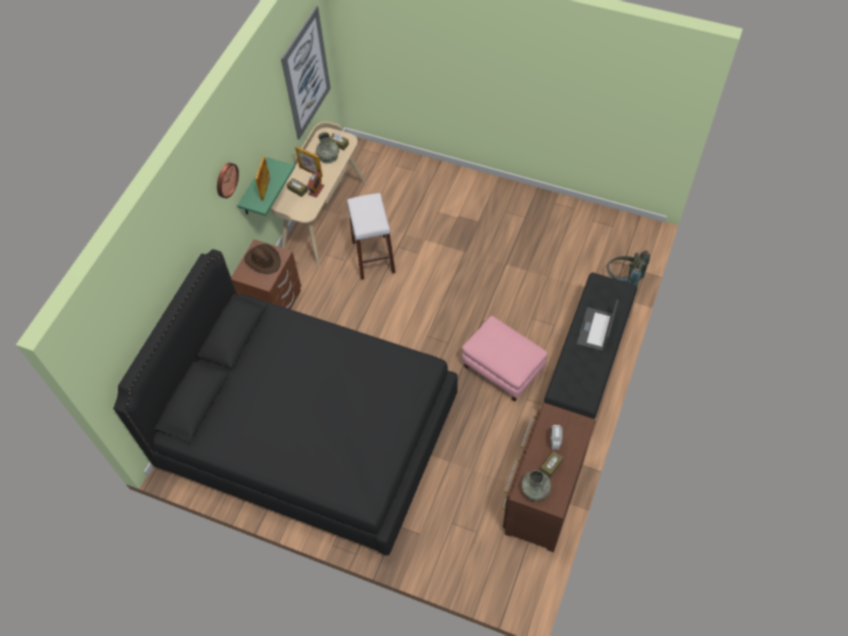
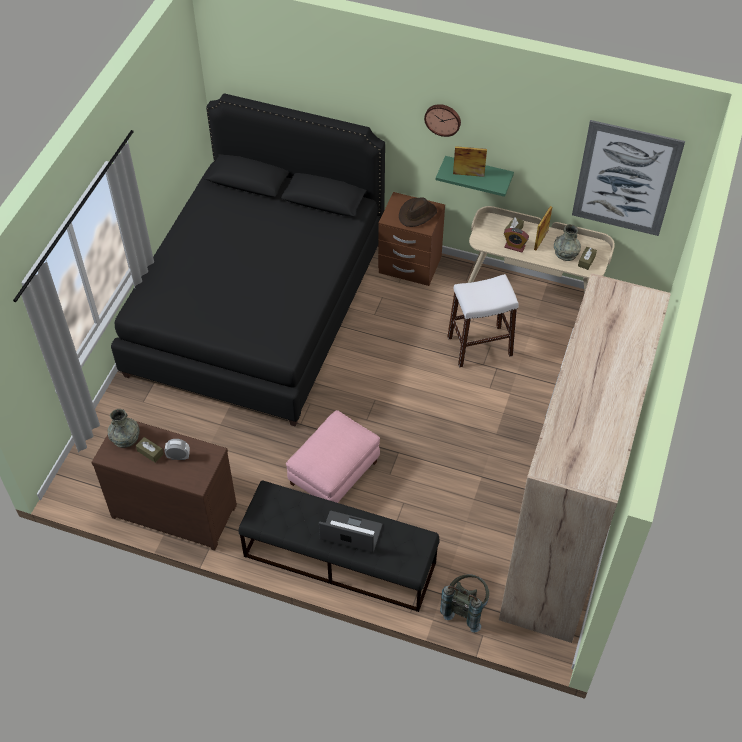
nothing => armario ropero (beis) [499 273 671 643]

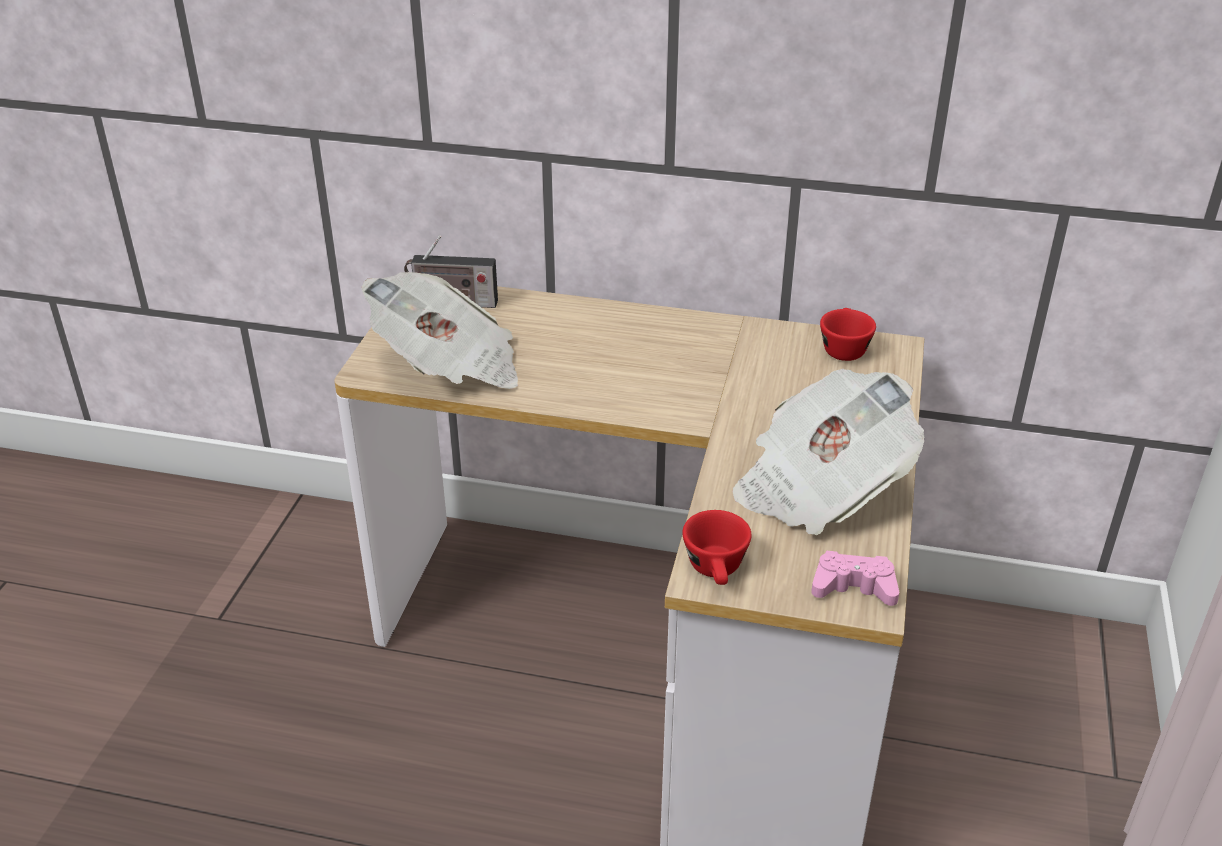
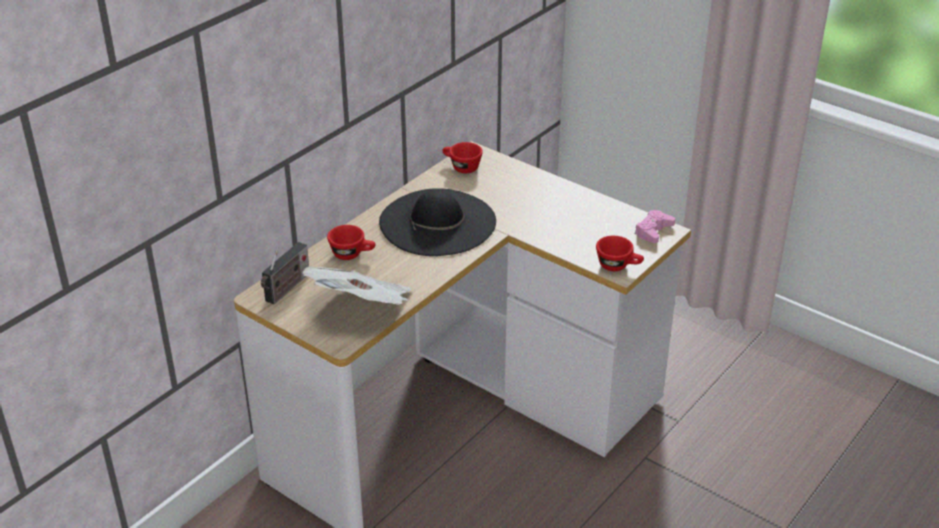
nothing => taza (rojo) [327 225 376 260]
nothing => sombrero (negro) [379 188 496 256]
periódico [732 369 924 535] => nothing

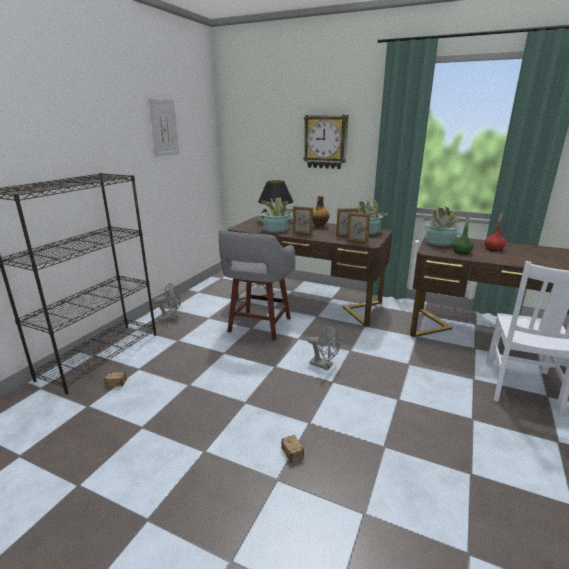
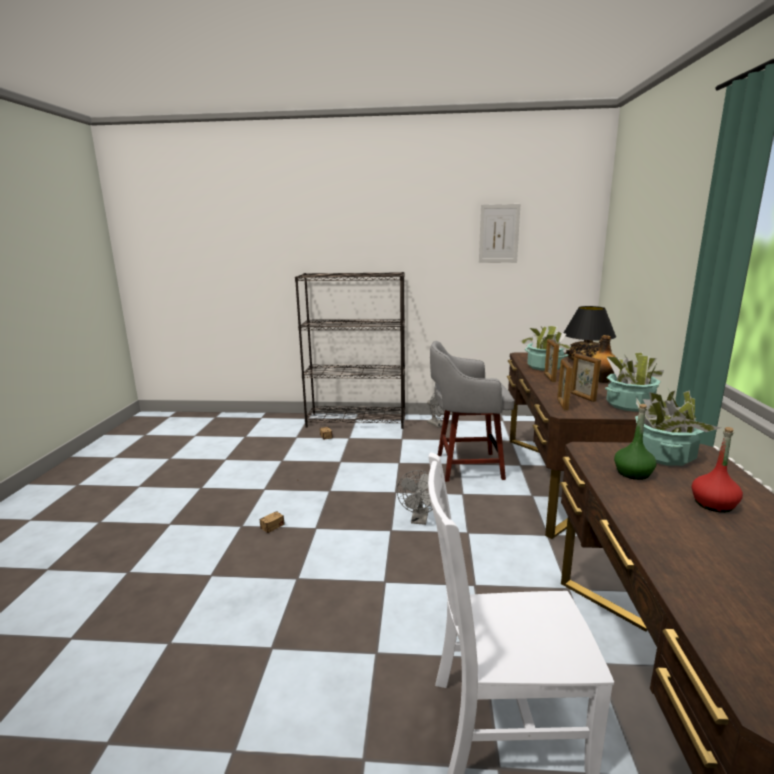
reloj de pared [303 115 349 169] => nothing

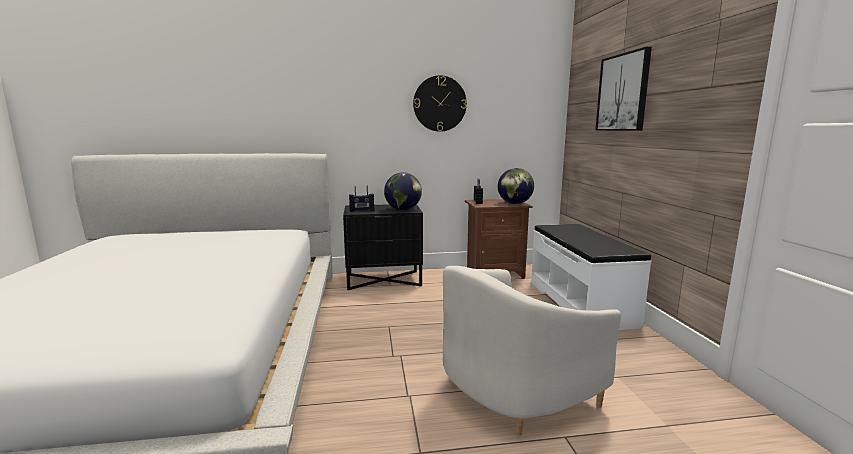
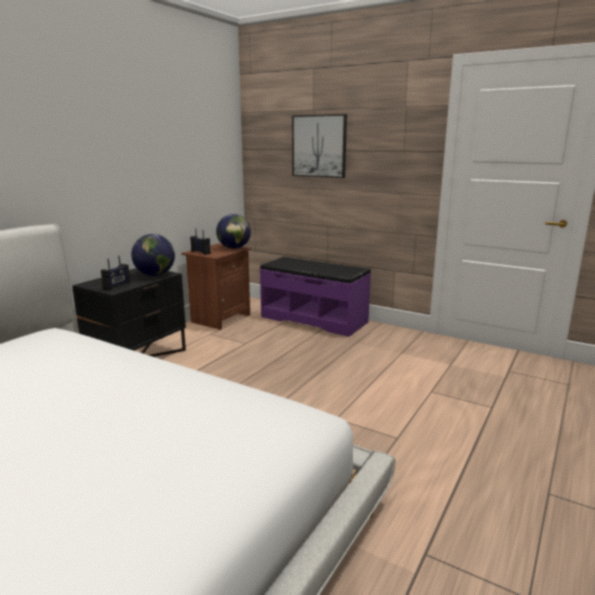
banco (blanco) [531 224 651 330] => banco (morado) [259 257 371 337]
reloj de pared [413 75 467 132] => nothing
sillón (blanco) [443 266 621 436] => nothing

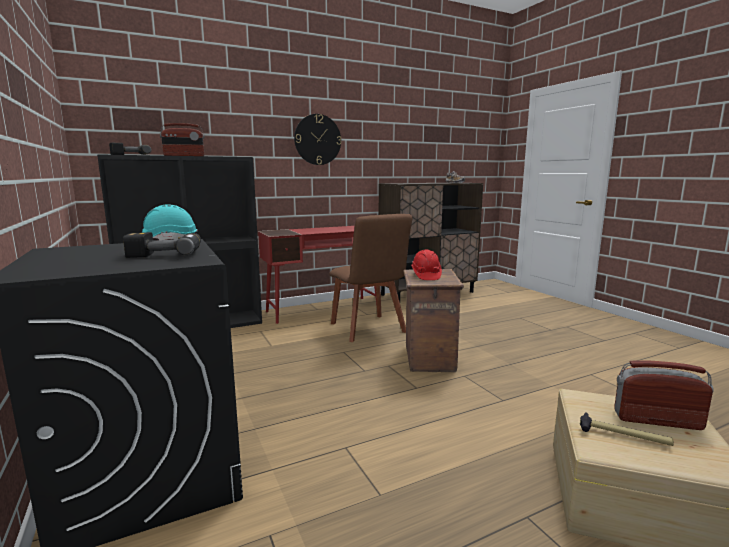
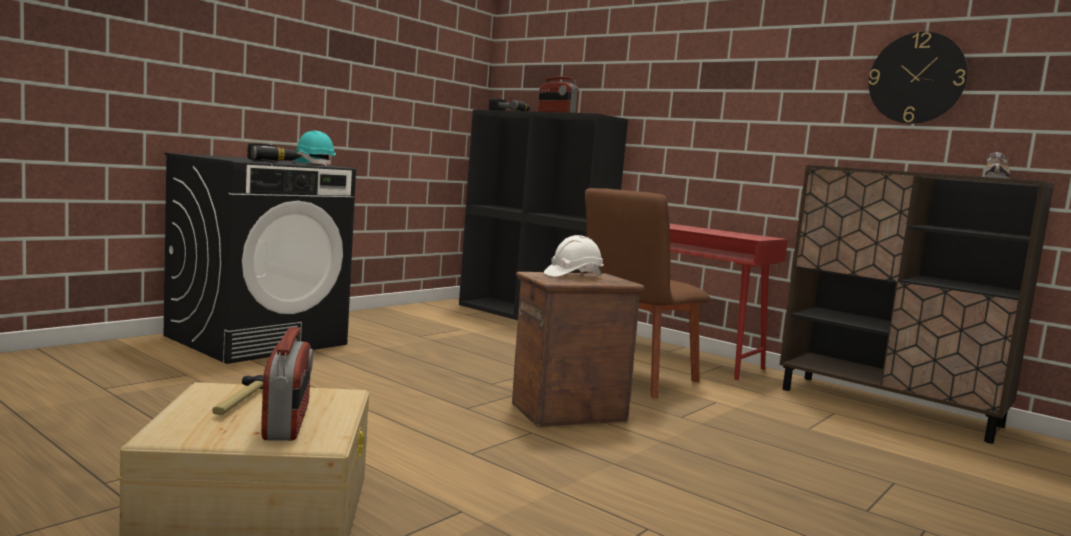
casco (rojo) [411 250 442 280] => casco (blanco) [544 235 604 277]
reloj de pared [294 114 341 165] => reloj de pared [869 32 968 124], relocated

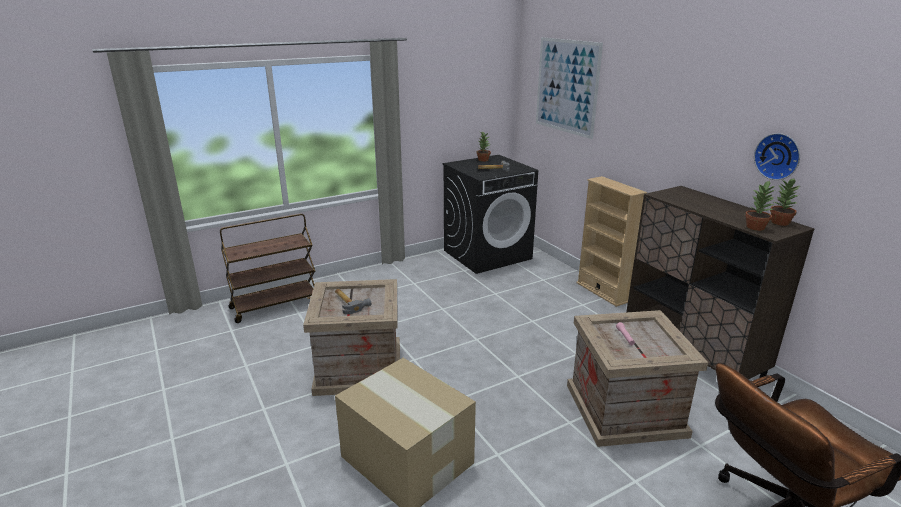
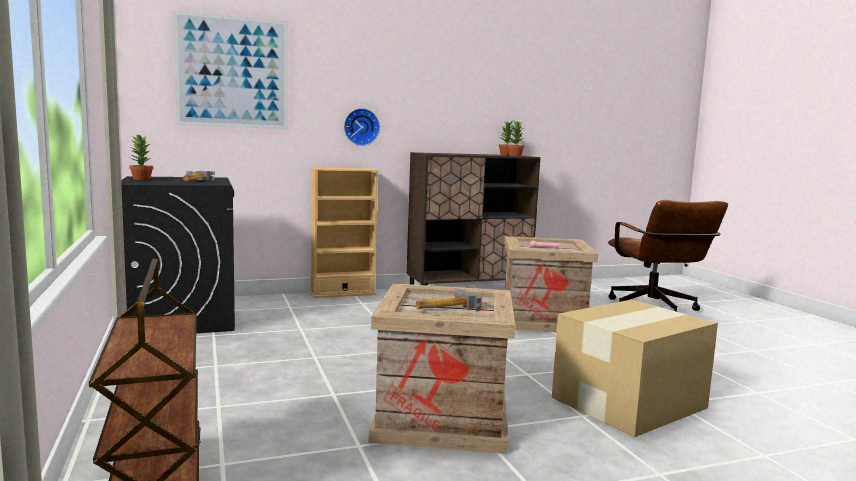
reloj de pared [754 133 800 180] => reloj de pared [344 108 380 146], relocated

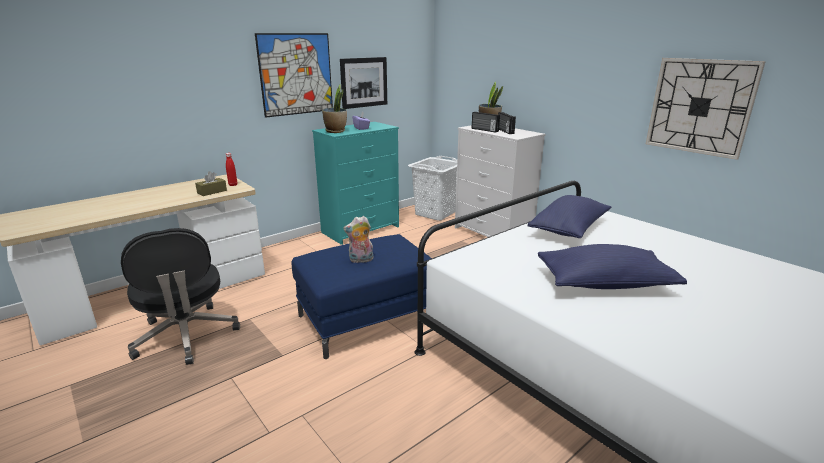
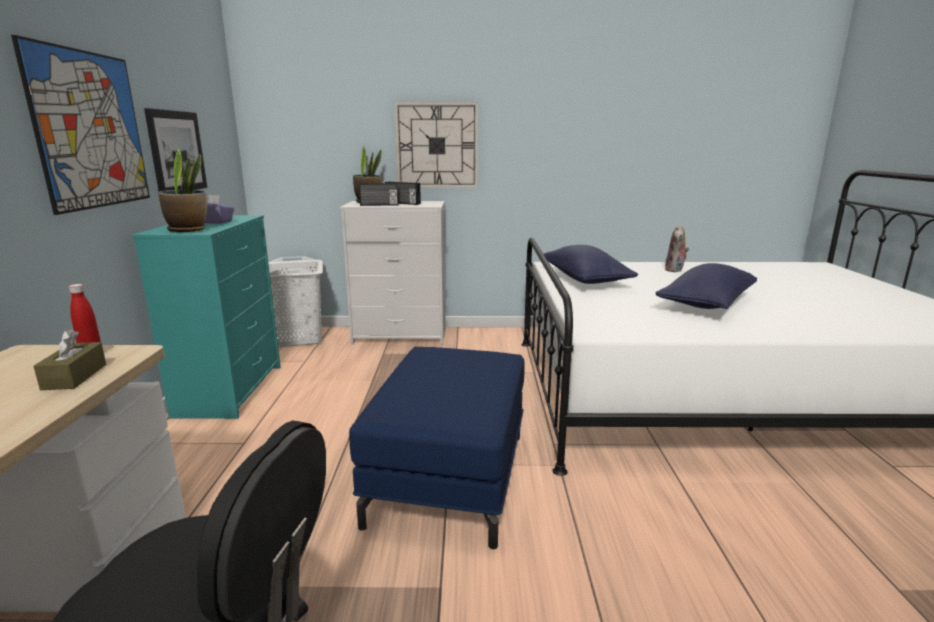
reloj de pared [646 58 766 160] => reloj de pared [394 102 478 188], relocated
peluche [343 216 374 263] => peluche [665 224 689 272], relocated

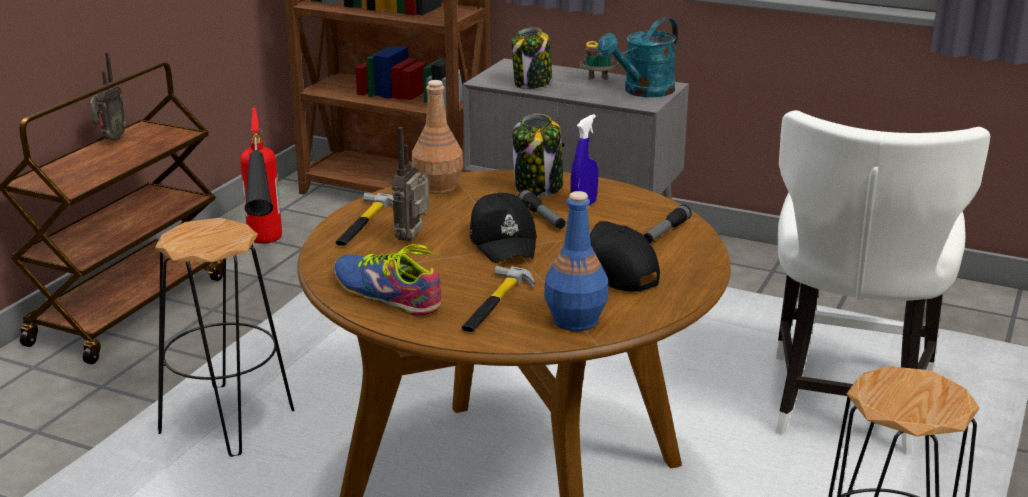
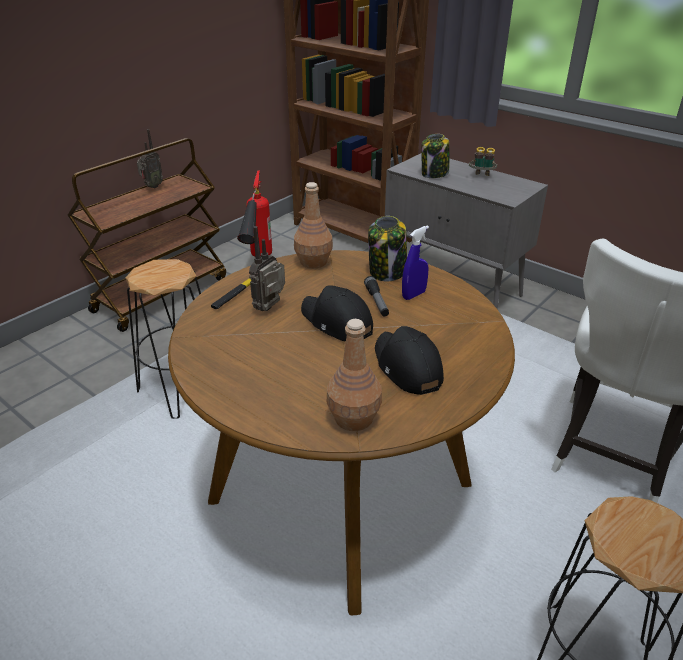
gorra (negro) [470 192 537 263] => gorra (negro) [301 285 373 341], 135 degrees clockwise
botella (azul) [544 191 608 331] => botella (marrón) [327 319 382 431]
zapato [333 244 441 315] => nothing
martillo [462 266 534 332] => nothing
regadera (turquesa) [598 17 678 97] => nothing
linterna [643 205 692 243] => nothing

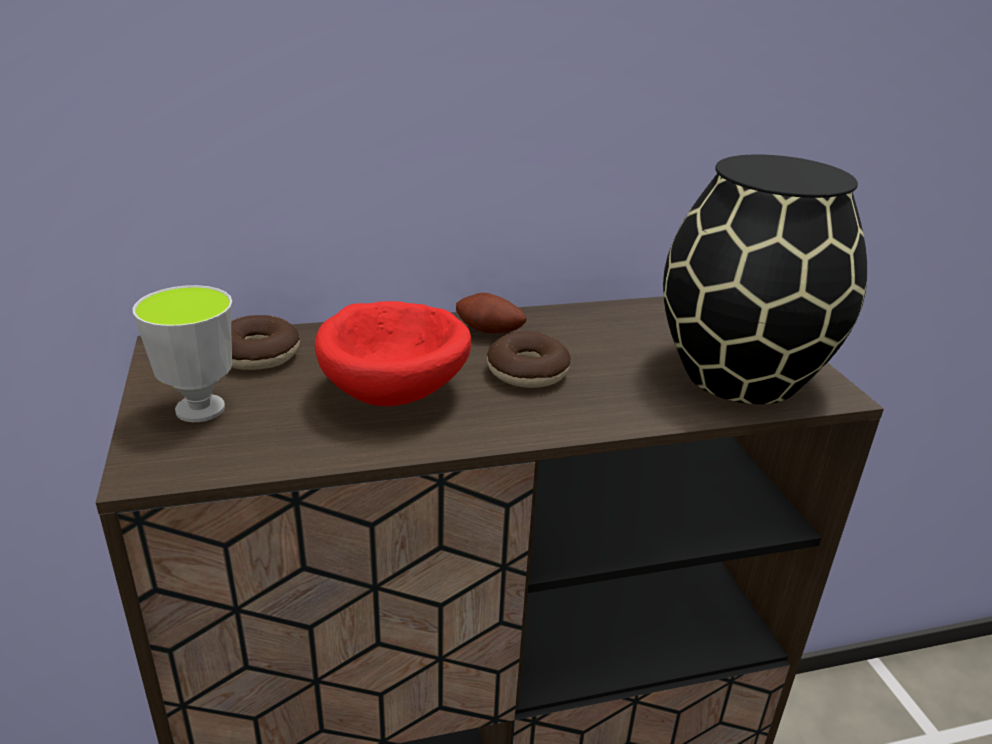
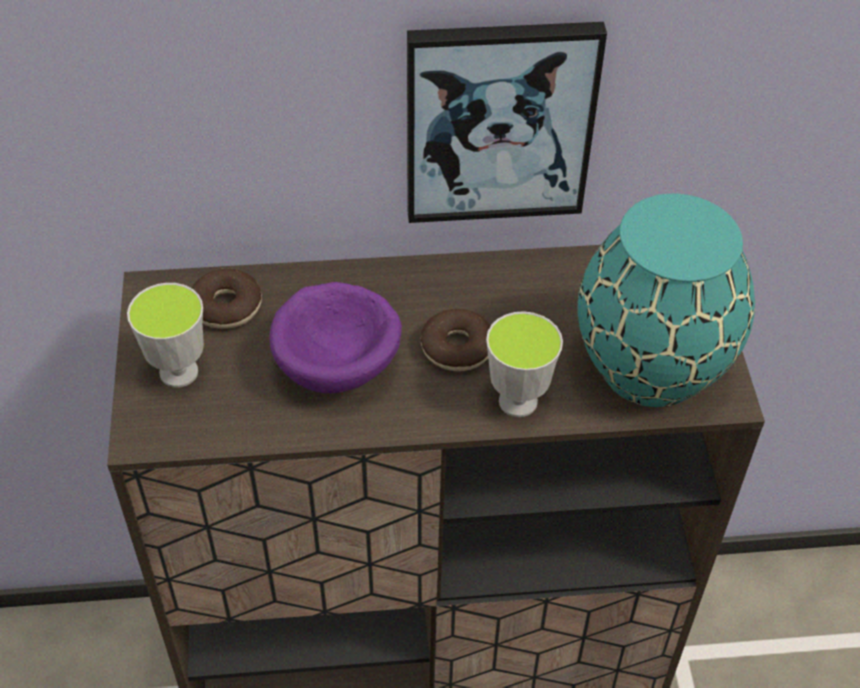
cuenco (rojo) [315 301 471 406] => cuenco (morado) [269 282 402 393]
nothing => cuadro [407 22 607 223]
nothing => taza [486 311 563 417]
florero (negro) [663 155 867 404] => florero (turquesa) [577 194 755 407]
patata [456 293 526 334] => nothing

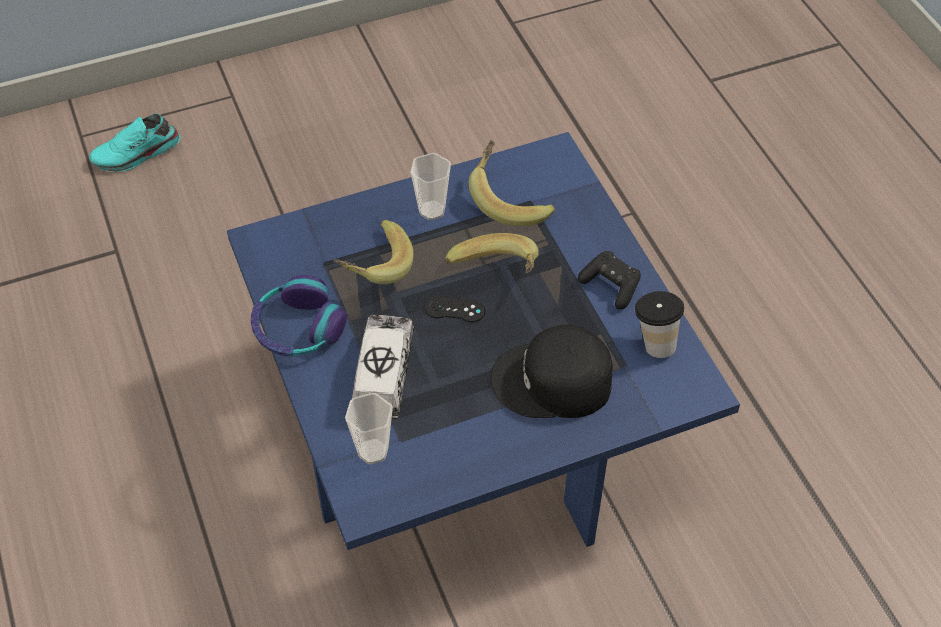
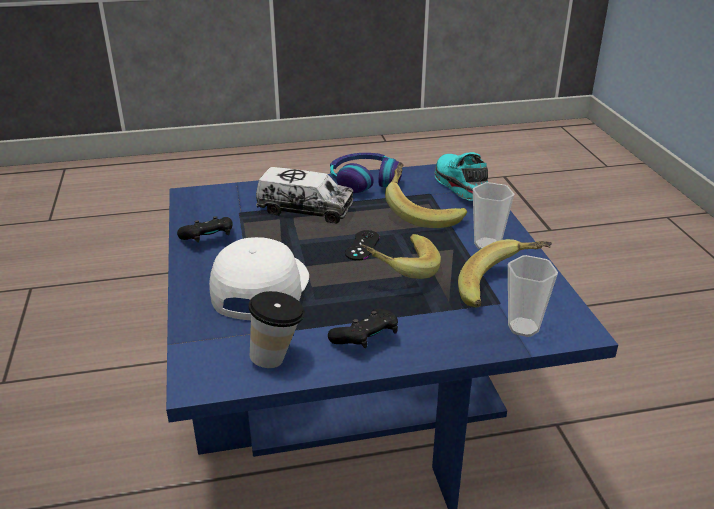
nothing => mando de consola (negro) [177 216 232 242]
gorra (negro) [491 325 613 418] => gorra (blanco) [209 237 309 320]
zapato (turquesa) [89 113 181 172] => zapato (turquesa) [434 152 488 201], relocated
taza [345 393 393 464] => taza [508 255 558 337], relocated

